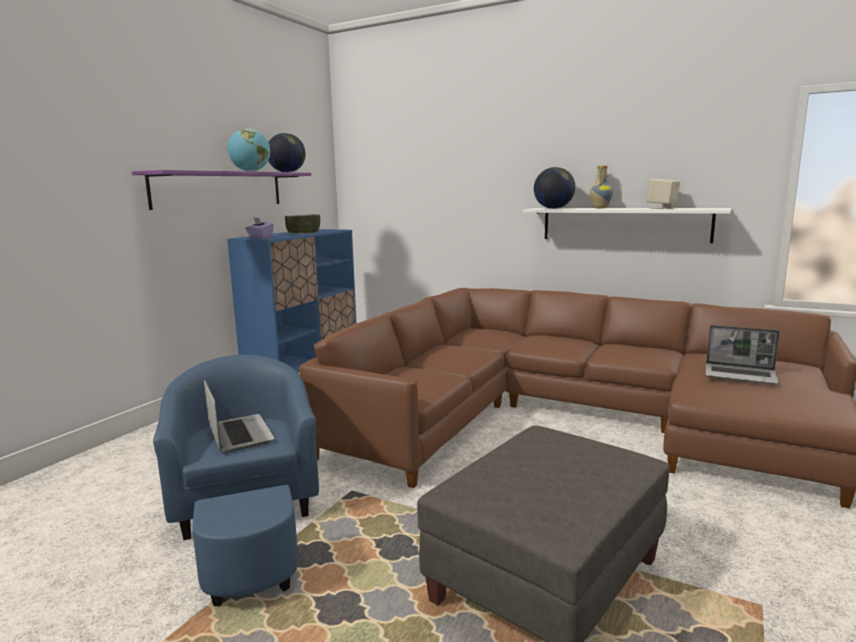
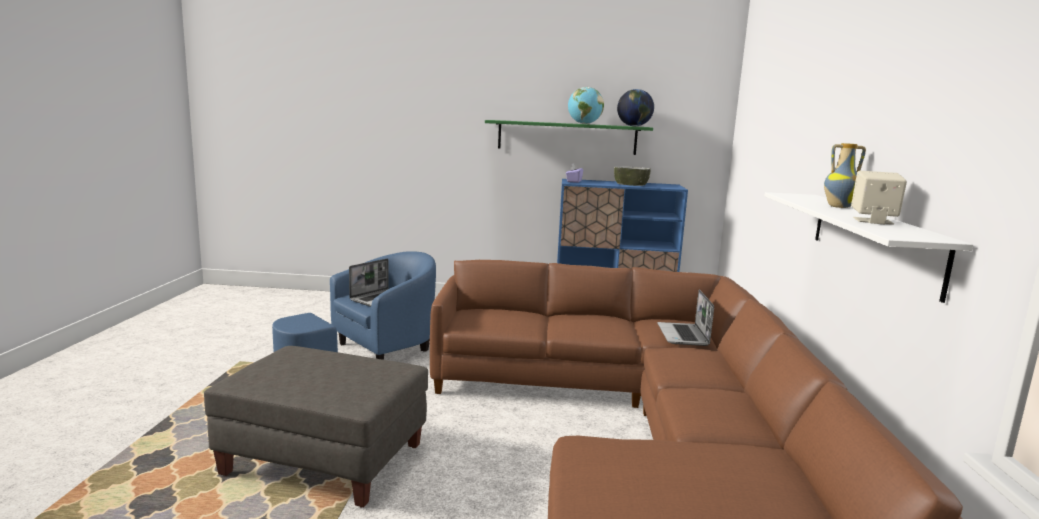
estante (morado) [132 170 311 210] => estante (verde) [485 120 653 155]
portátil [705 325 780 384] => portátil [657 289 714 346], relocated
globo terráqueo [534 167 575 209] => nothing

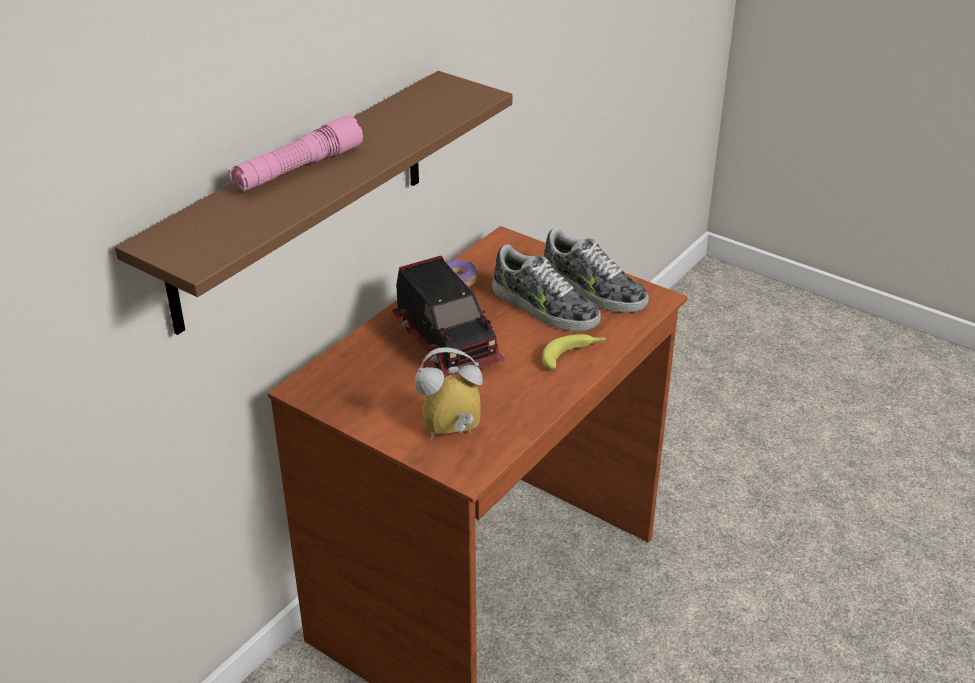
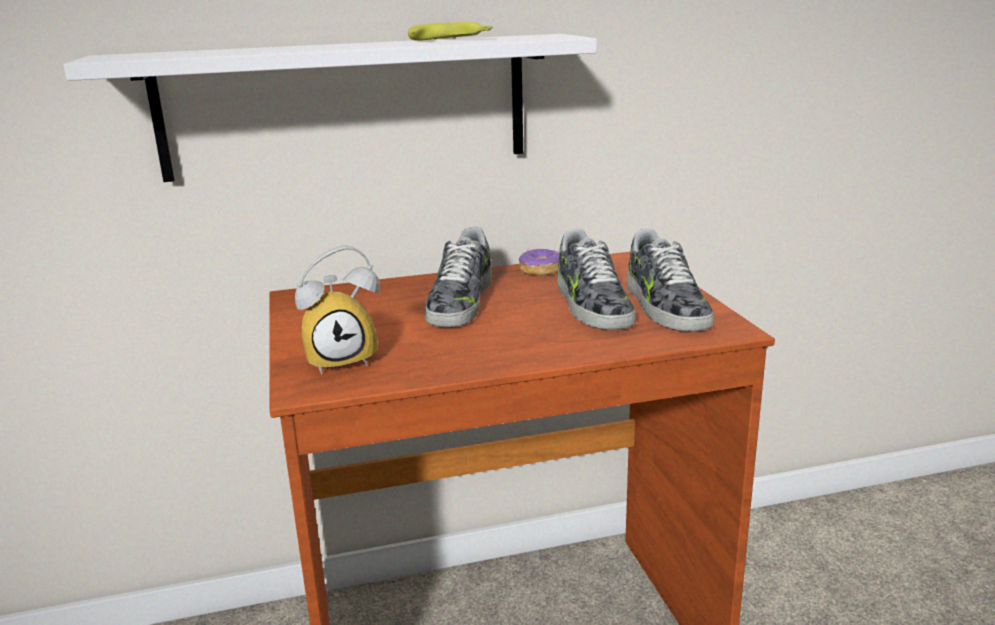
estante (marrón) [115 71 512 335] => estante (blanco) [63 34 597 182]
despertador [415 347 483 440] => despertador [295 245 379 374], 135 degrees clockwise
plátano [542 334 606 370] => plátano [408 22 493 41], relocated
camión de juguete [392 256 505 377] => zapato [425 227 492 327]
linterna (rosa) [228 115 363 191] => nothing

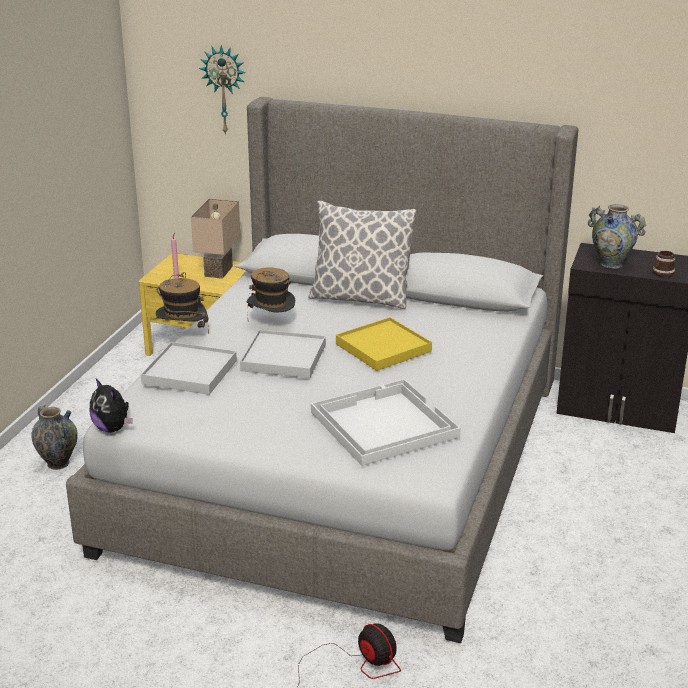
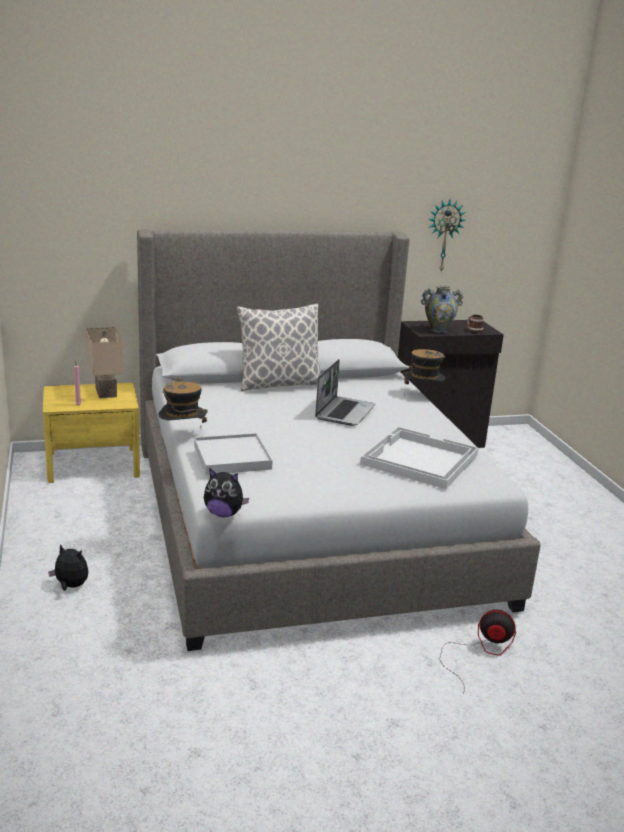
florero [31 405 78 470] => peluche [48 544 88 591]
bandeja (amarillo) [336 317 432 371] => portátil [315 359 375 426]
sombrero [247 268 295 314] => sombrero [403 349 445 396], relocated
reloj de pared [199 45 246 135] => reloj de pared [428 200 466 272], relocated
bandeja (blanco) [240 330 326 378] => nothing

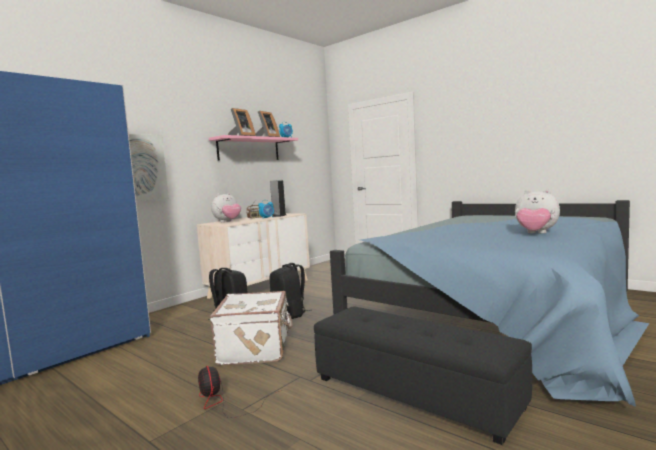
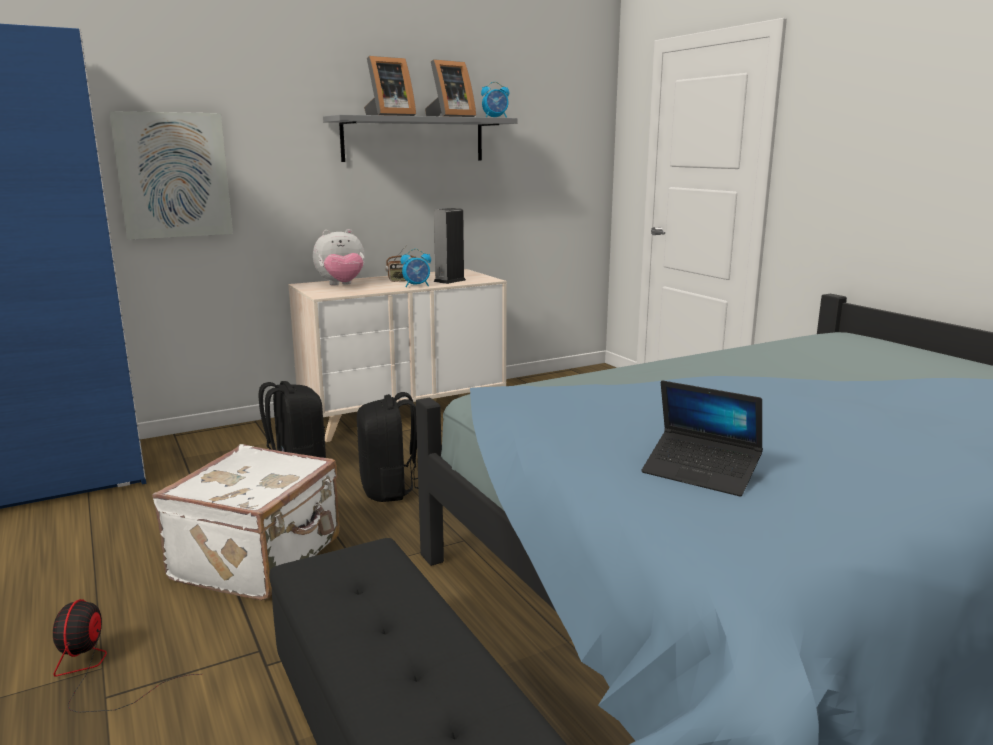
estante (rosa) [209 135 298 161] => estante (gris) [323 115 518 162]
nothing => portátil [641 380 763 496]
peluche [515 190 560 233] => nothing

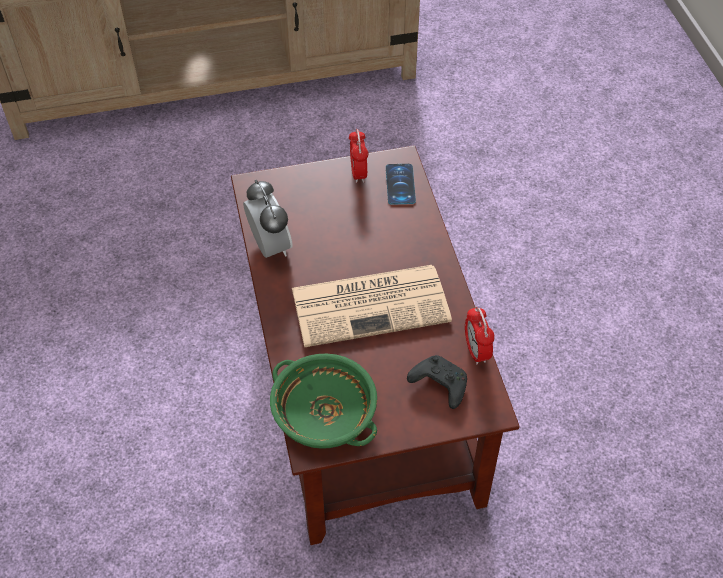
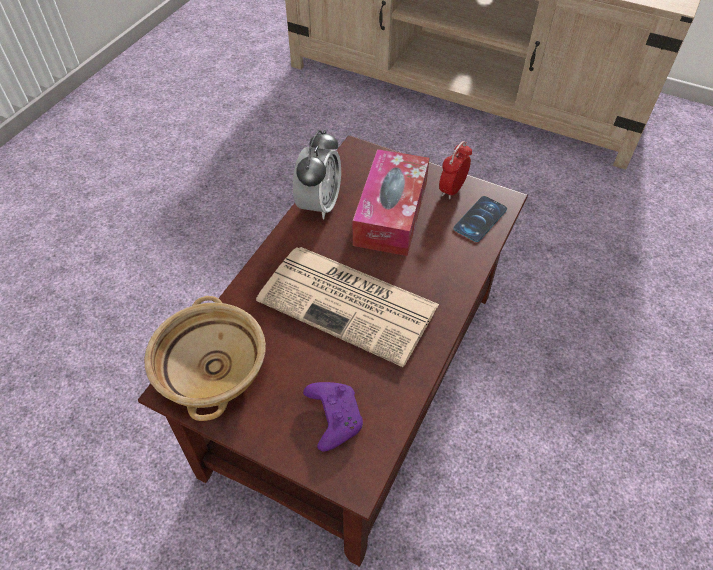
cuenco (verde) [270 353 377 449] => cuenco (beis) [144 296 266 421]
mando de consola (negro) [407 355 467 409] => mando de consola (morado) [303 382 363 451]
nothing => caja de pañuelos [353 149 429 256]
despertador [465 306 495 364] => nothing

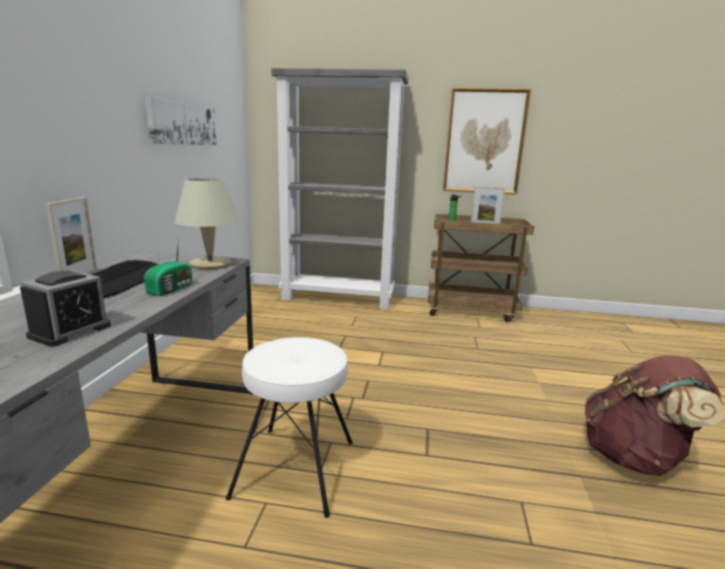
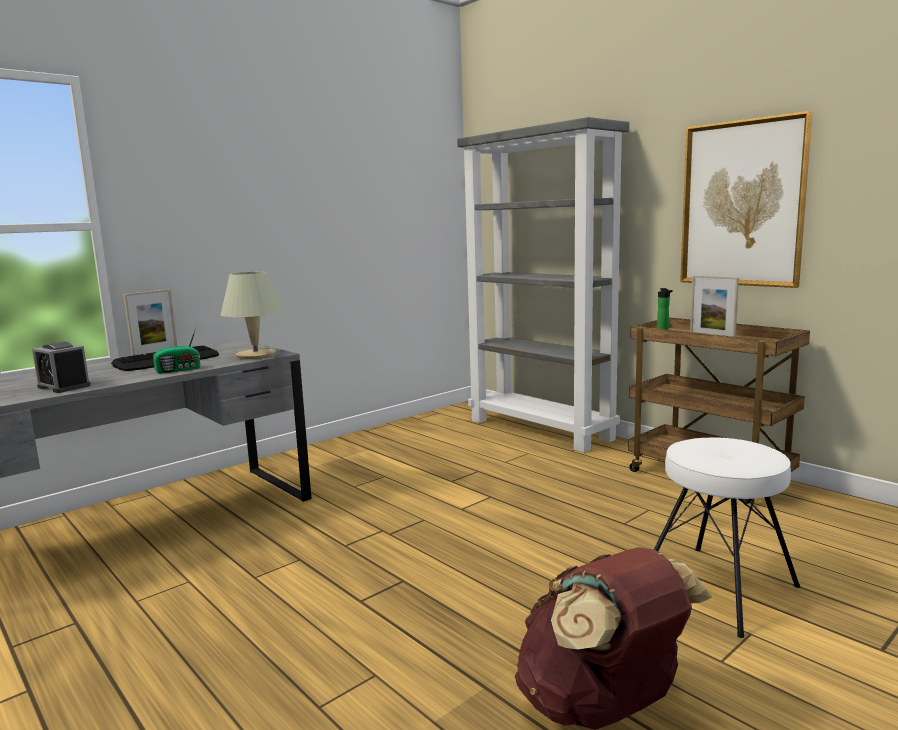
despertador [20 271 111 347] => despertador [32 342 91 393], 60 degrees clockwise
taburete (blanco) [226 337 353 518] => taburete (blanco) [654 438 800 638], relocated
cuadro [145 97 217 145] => nothing

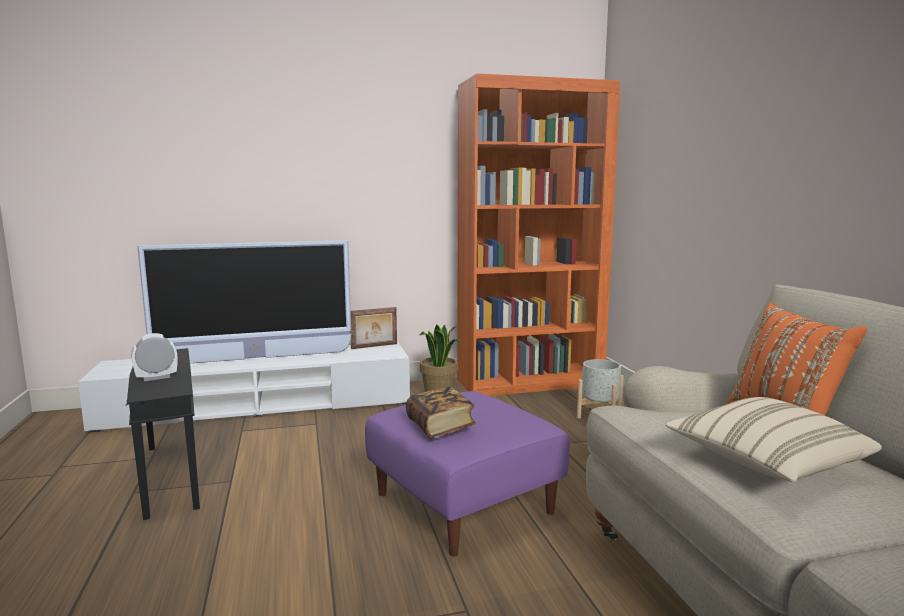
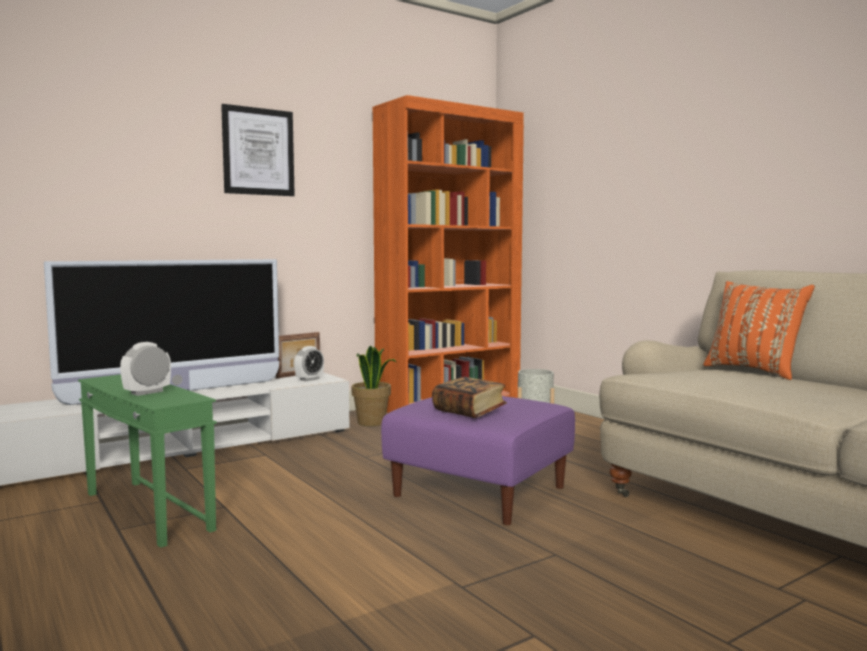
mesa auxiliar (negro) [125 348 200 520] => mesa auxiliar (verde) [78 374 217 548]
nothing => cuadro [221 104 295 196]
nothing => despertador [294 346 324 382]
cojín (beis) [665 397 882 482] => nothing

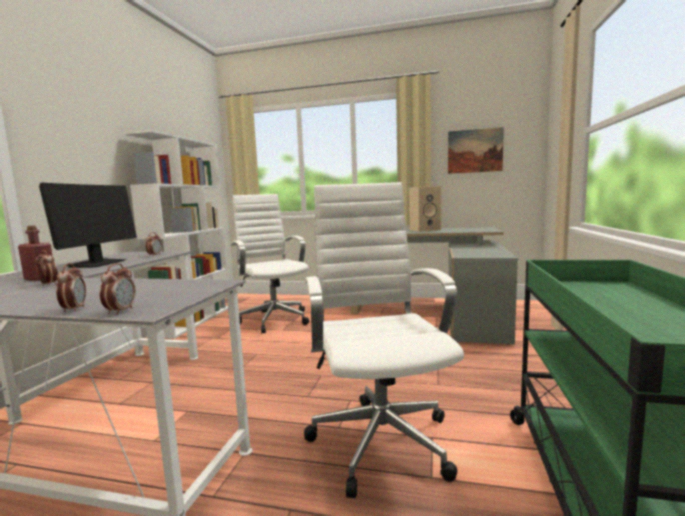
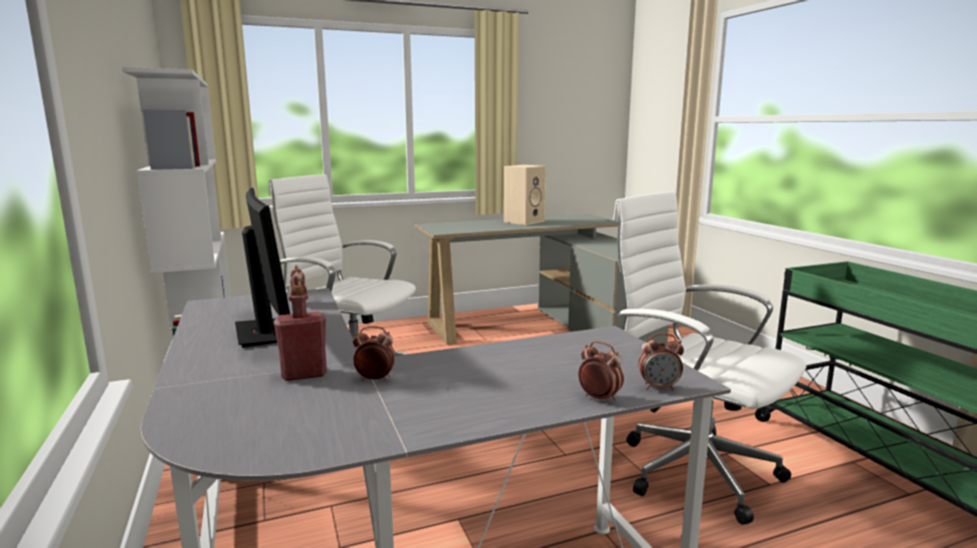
despertador [100 263 135 315] => despertador [638 333 684 390], 120 degrees clockwise
cuadro [448 127 504 174] => nothing

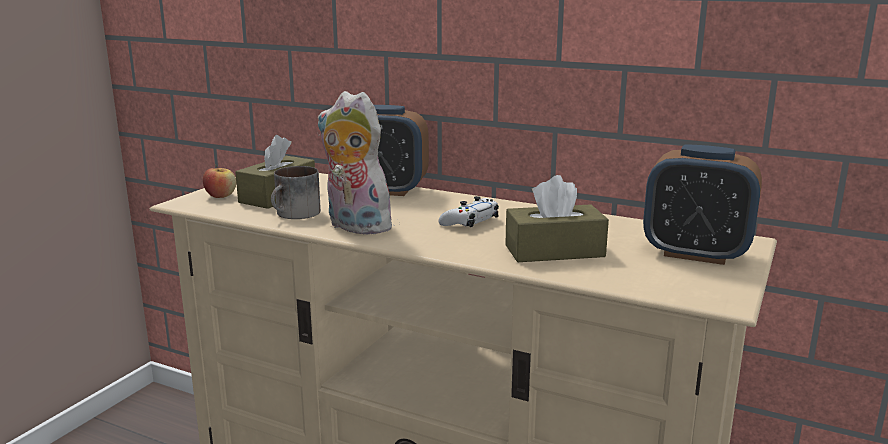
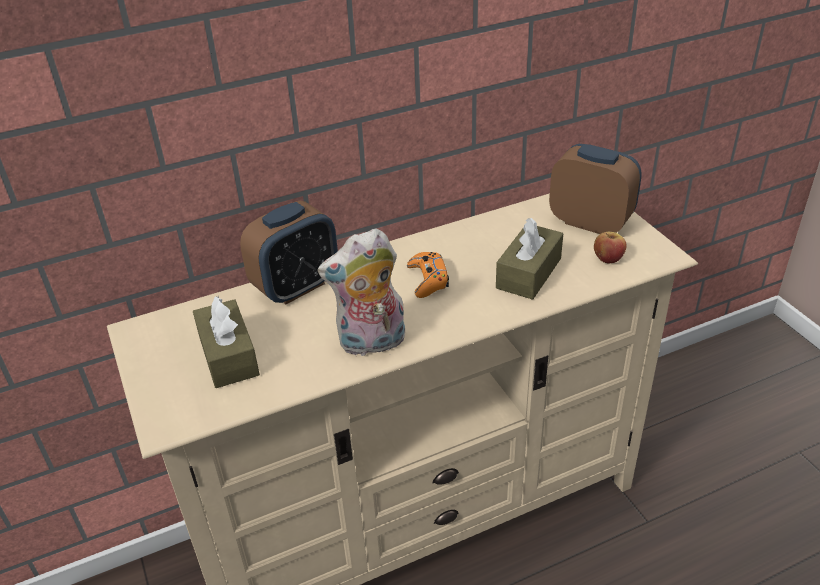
mando de consola (blanco) [439 196 499 227] => mando de consola (naranja) [407 252 449 298]
despertador [643 144 762 265] => despertador [549 144 642 234], 120 degrees counterclockwise
manzana [203 164 236 198] => manzana [594 232 627 263], relocated
taza grande [271 166 321 219] => nothing

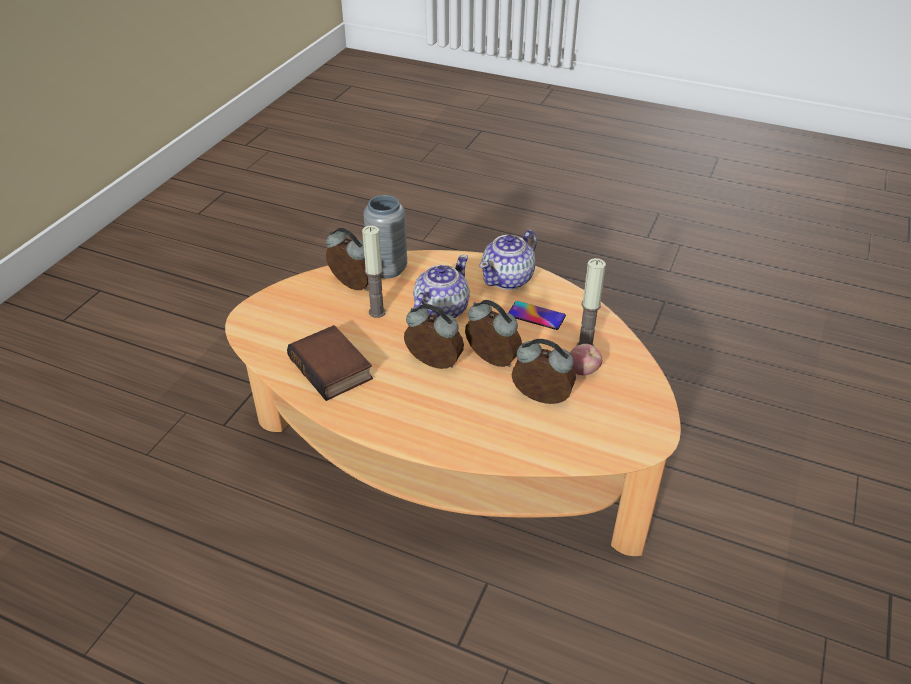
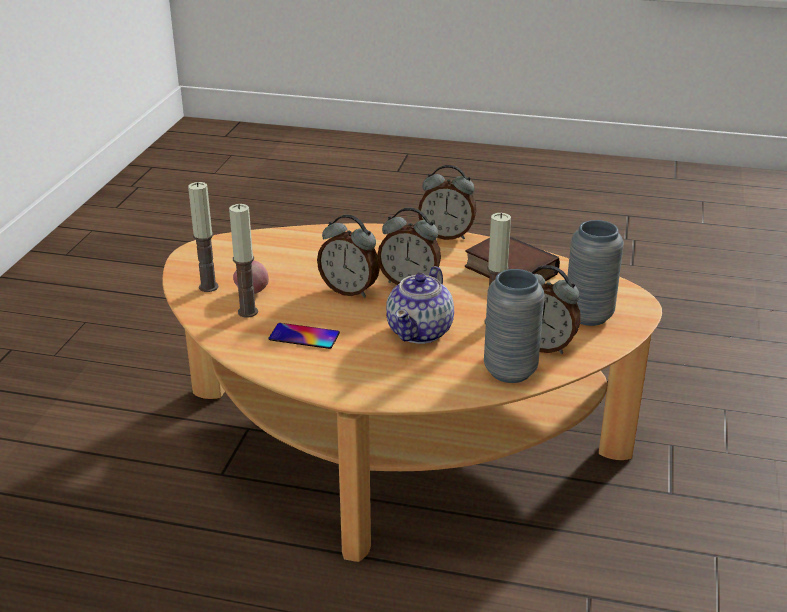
nothing => vela [188 182 218 292]
despertador [512 339 576 404] => despertador [418 165 476 240], relocated
nothing => florero (gris) [567 220 624 326]
tetera [479 230 537 290] => nothing

